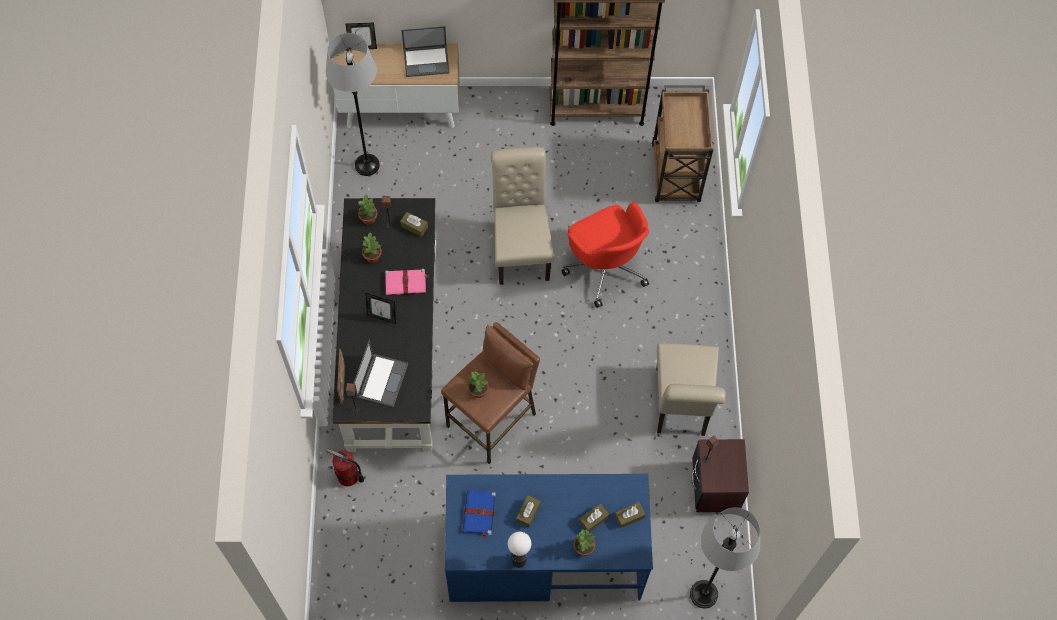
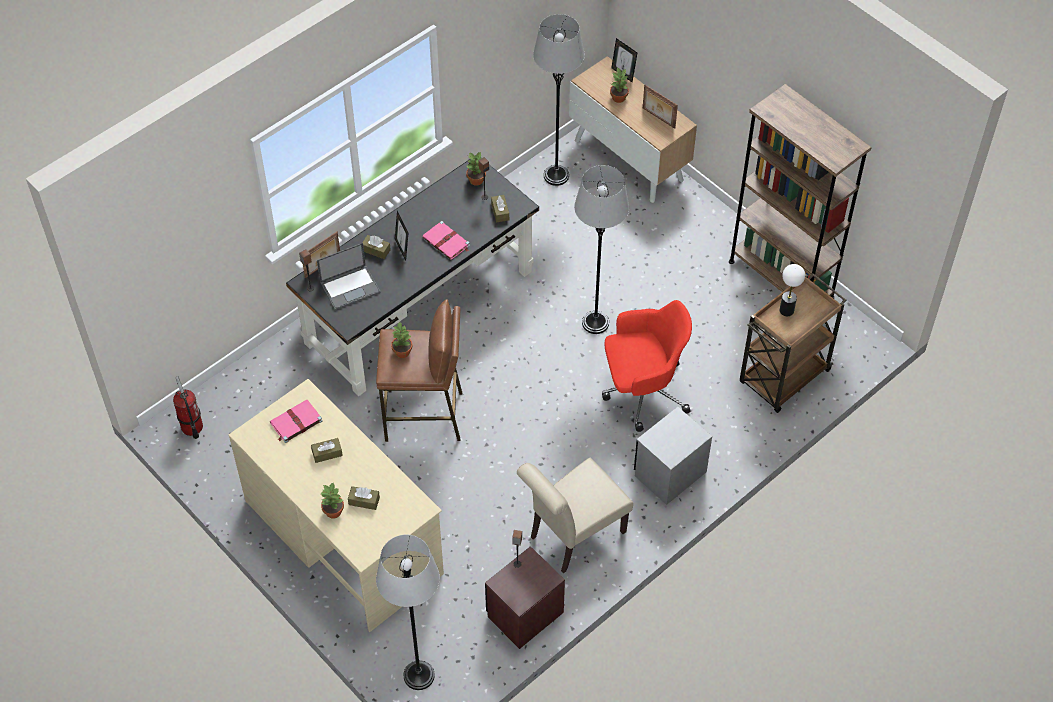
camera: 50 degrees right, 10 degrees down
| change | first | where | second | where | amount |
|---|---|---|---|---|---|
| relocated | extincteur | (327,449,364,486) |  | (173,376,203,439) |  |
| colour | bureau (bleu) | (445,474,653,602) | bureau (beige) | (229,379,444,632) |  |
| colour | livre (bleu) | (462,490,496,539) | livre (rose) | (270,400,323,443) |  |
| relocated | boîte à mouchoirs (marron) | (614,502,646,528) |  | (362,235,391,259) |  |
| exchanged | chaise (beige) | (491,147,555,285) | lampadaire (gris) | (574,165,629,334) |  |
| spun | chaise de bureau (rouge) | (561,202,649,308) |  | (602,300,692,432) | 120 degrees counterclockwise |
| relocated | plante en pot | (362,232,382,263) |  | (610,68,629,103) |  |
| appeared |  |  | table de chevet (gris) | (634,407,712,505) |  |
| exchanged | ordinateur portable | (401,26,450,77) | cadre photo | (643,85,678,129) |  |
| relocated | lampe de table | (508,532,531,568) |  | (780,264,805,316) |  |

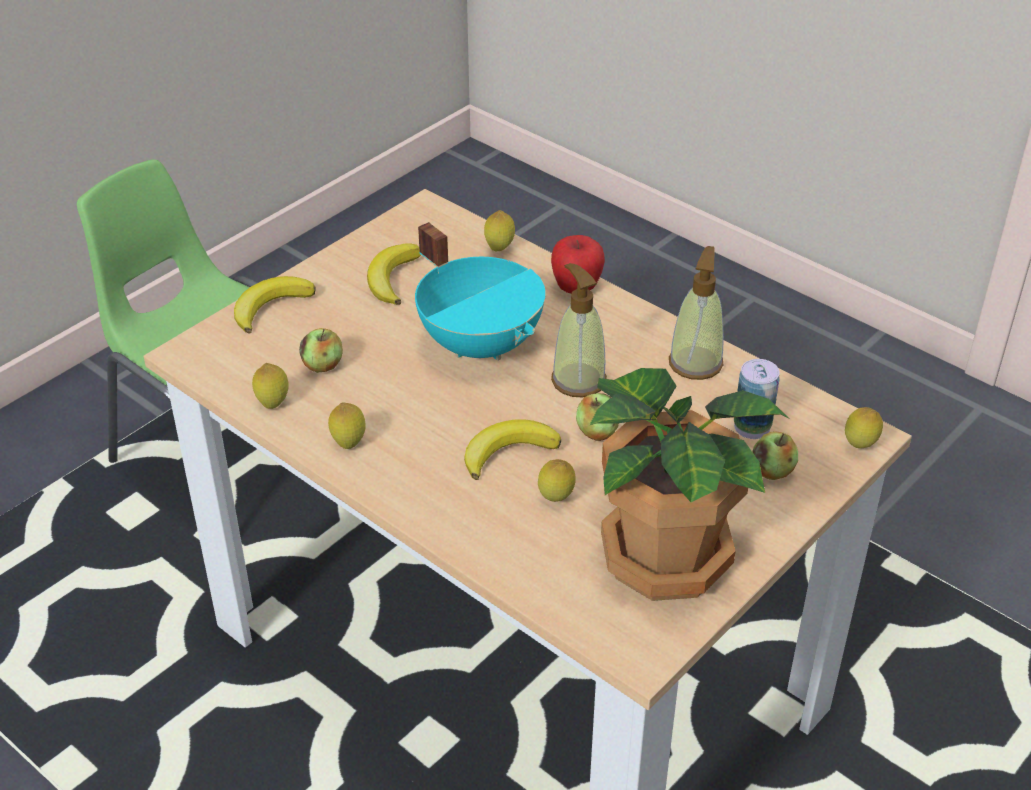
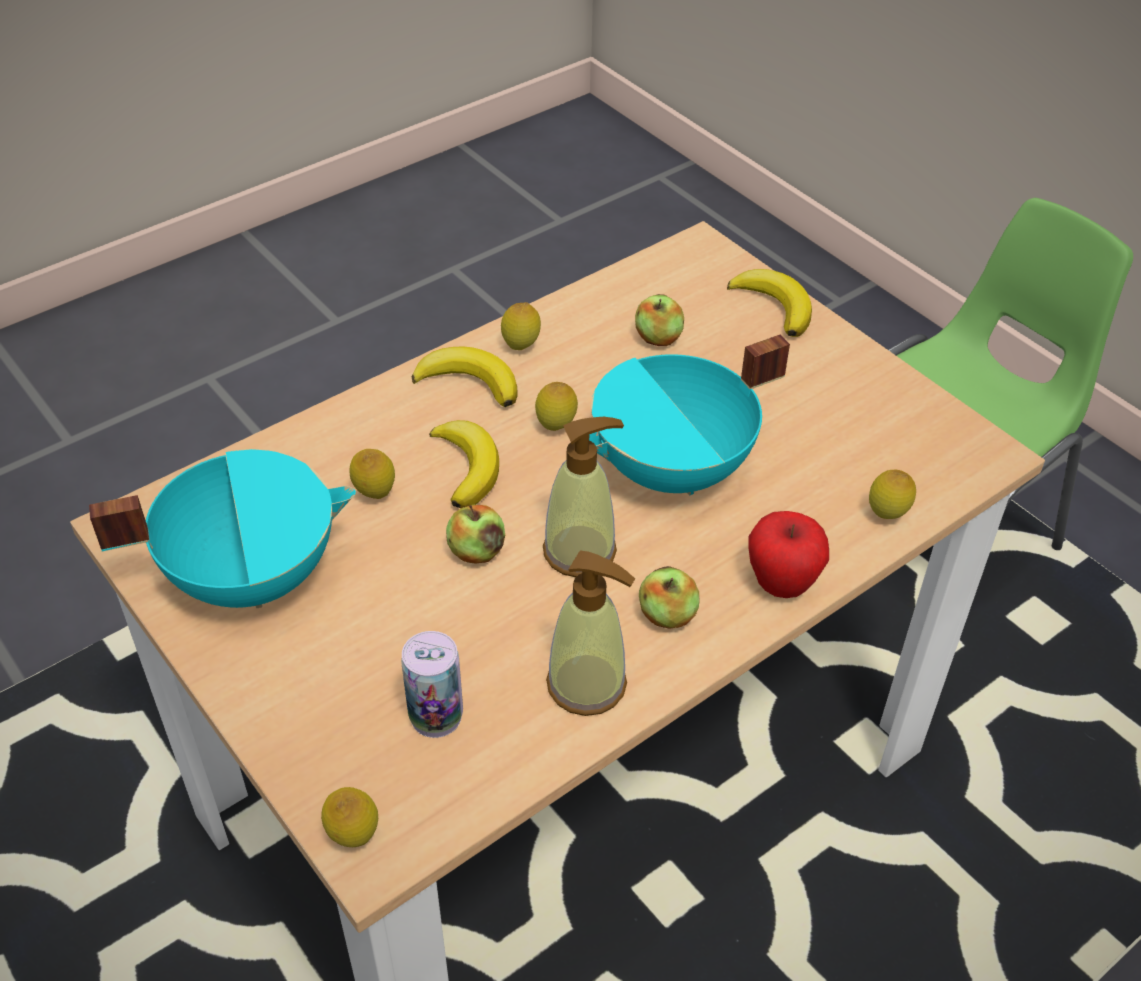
camera: 100 degrees right, 5 degrees up
| change | first | where | second | where | amount |
|---|---|---|---|---|---|
| exchanged | plante en pot | (589,368,791,601) | marmite (turquoise) | (89,449,356,608) |  |
| relocated | banane | (367,243,421,305) |  | (412,346,518,407) |  |
| relocated | citron | (252,363,289,409) |  | (535,382,578,431) |  |
| relocated | pomme | (752,431,798,480) |  | (639,566,699,629) |  |

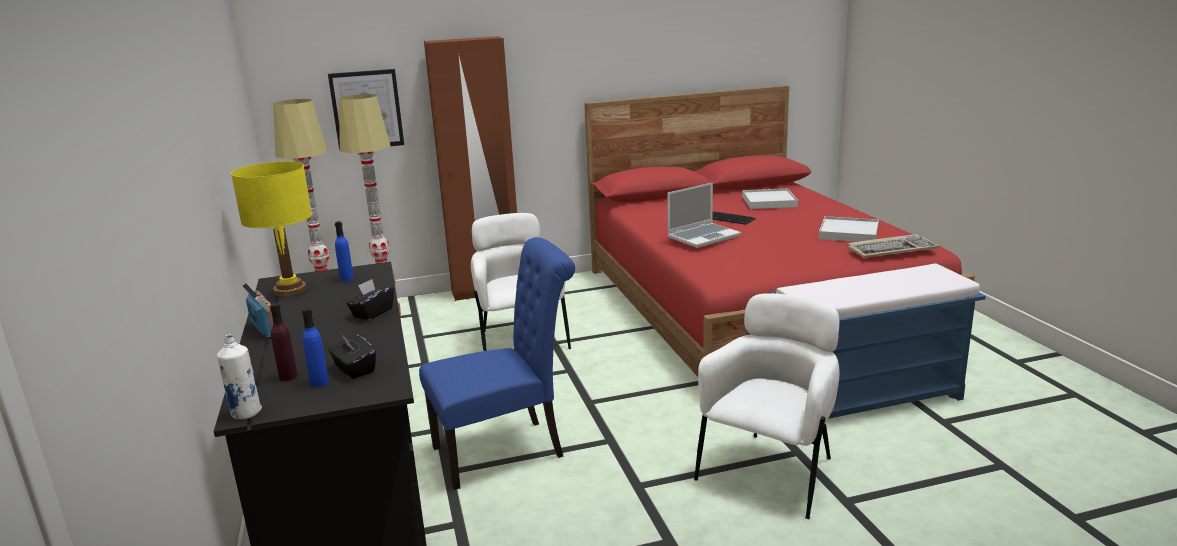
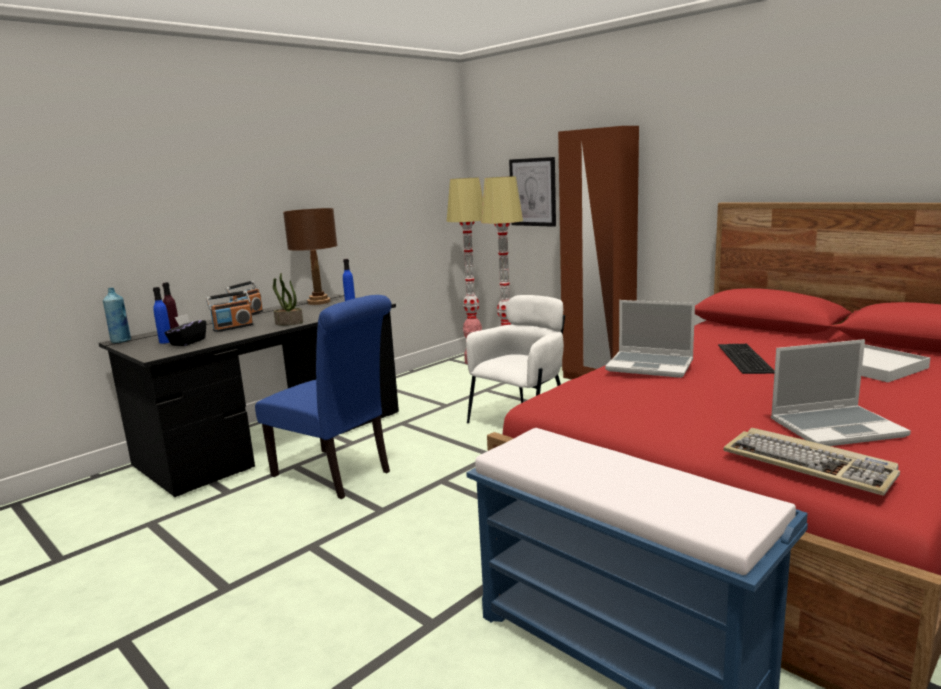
camera: 60 degrees right, 5 degrees down
| change | first | where | second | where | amount |
|---|---|---|---|---|---|
| colour | bouteille (blanc) | (217,334,262,419) | bouteille (bleu) | (103,288,131,343) |  |
| appeared |  |  | radio | (206,291,254,332) |  |
| exchanged | boîte à mouchoirs (noir) | (347,279,394,320) | plante en pot | (273,273,303,325) |  |
| colour | lampe de table (jaune) | (231,161,312,296) | lampe de table (marron) | (283,208,337,305) |  |
| exchanged | plateau (blanc) | (819,216,879,242) | ordinateur portable | (771,339,911,446) |  |
| missing | fauteuil (blanc) | (694,293,840,519) |  |  |  |

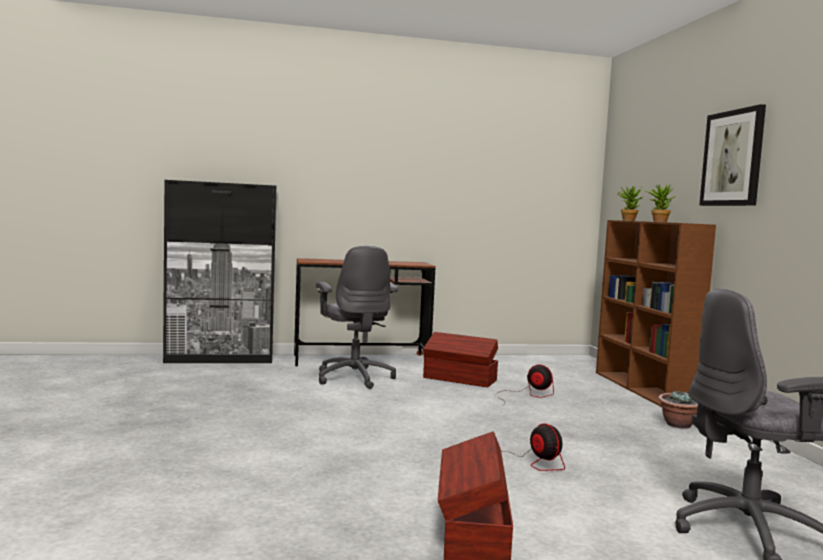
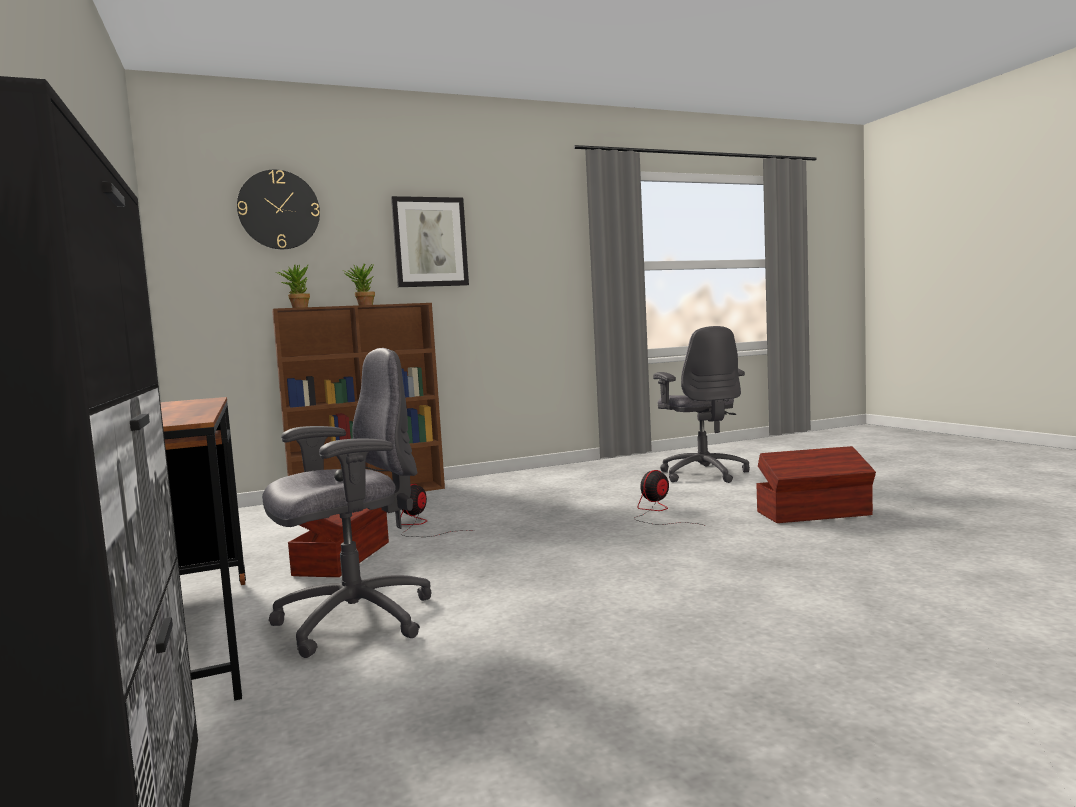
camera: 100 degrees left, 0 degrees up
| change | first | where | second | where | amount |
|---|---|---|---|---|---|
| appeared |  |  | horloge murale | (237,170,320,249) |  |
| missing | plante en pot | (658,391,698,429) |  |  |  |

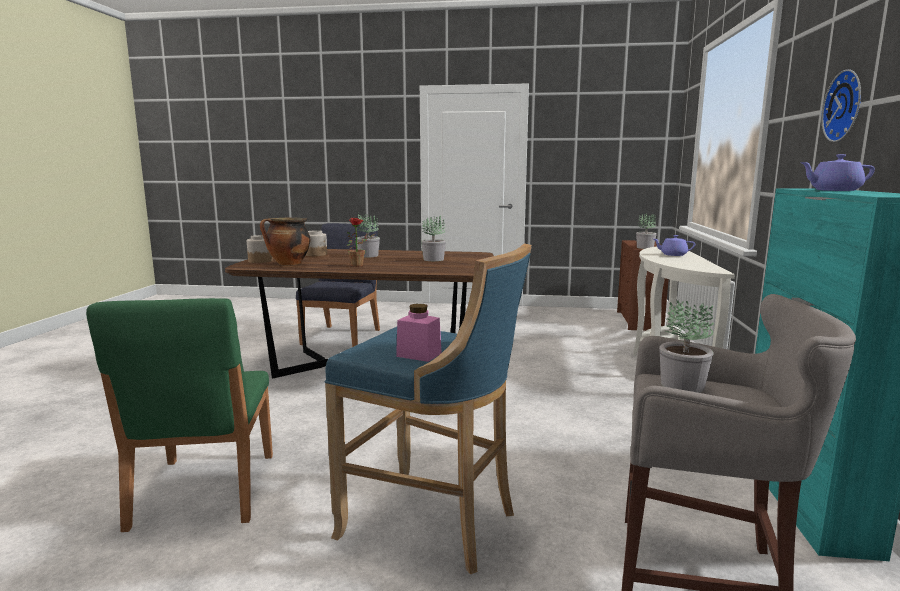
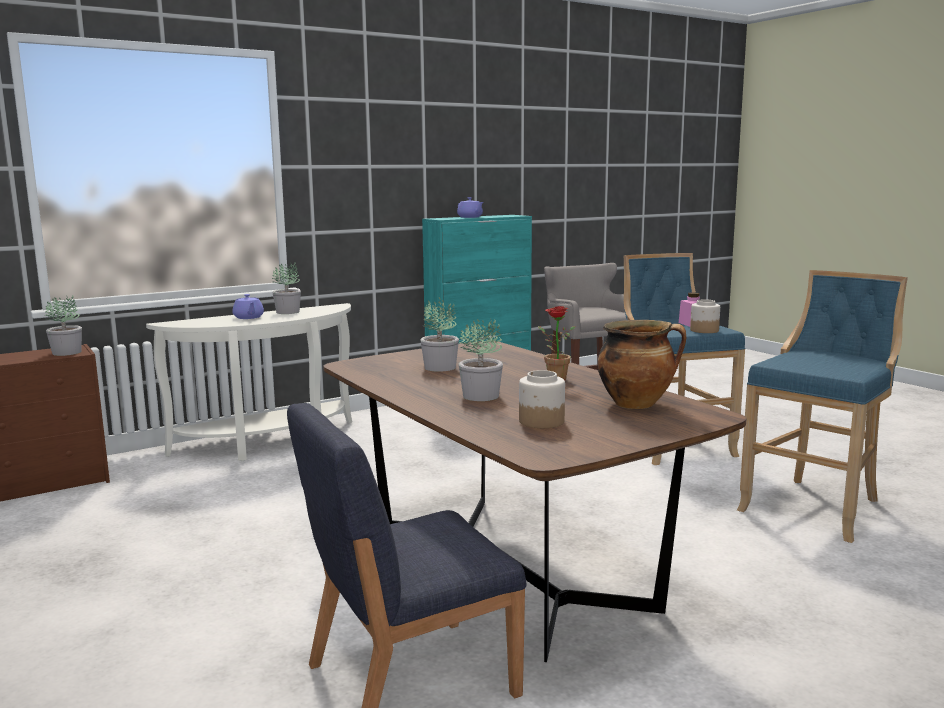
camera: 130 degrees left, 0 degrees up
| change | first | where | second | where | amount |
|---|---|---|---|---|---|
| relocated | plante en pot | (659,300,714,393) |  | (272,262,301,314) |  |
| relocated | bocal | (247,235,273,263) |  | (690,299,720,333) |  |
| exchanged | chaise (vert) | (86,298,273,532) | tabouret (bleu) | (737,270,908,543) |  |
| missing | horloge murale | (821,69,861,142) |  |  |  |

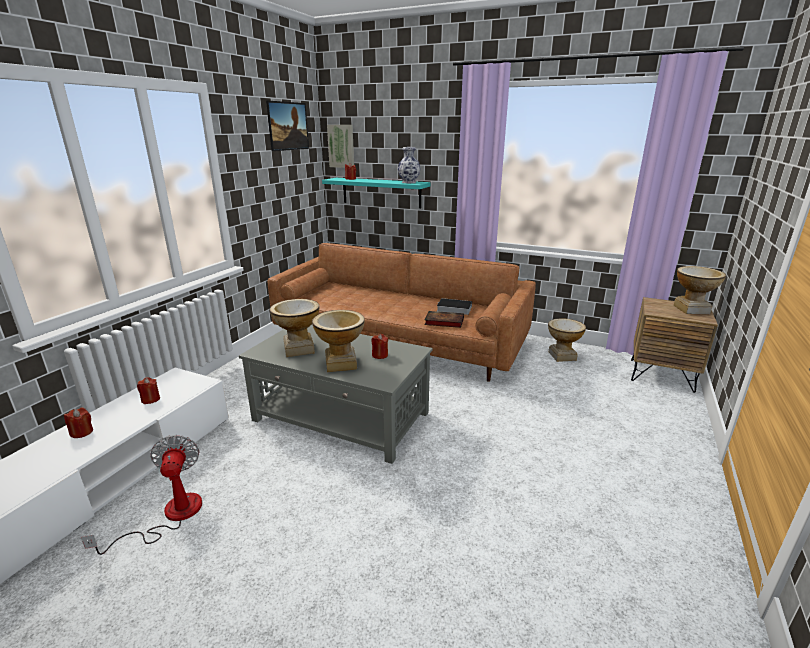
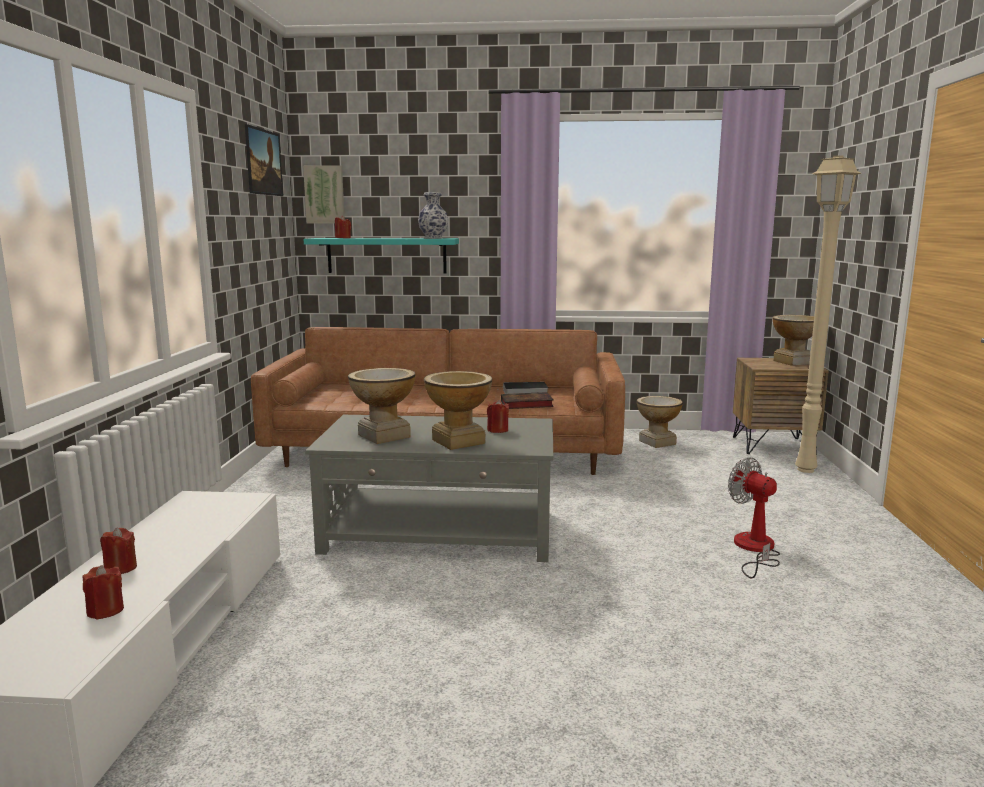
camera: 20 degrees left, 10 degrees down
| change | first | where | second | where | amount |
|---|---|---|---|---|---|
| relocated | bougie (rouge) | (137,377,160,404) |  | (83,565,124,619) |  |
| relocated | ventilateur | (81,435,202,555) |  | (728,457,780,578) |  |
| appeared |  |  | lampadaire (beige) | (795,155,861,473) |  |

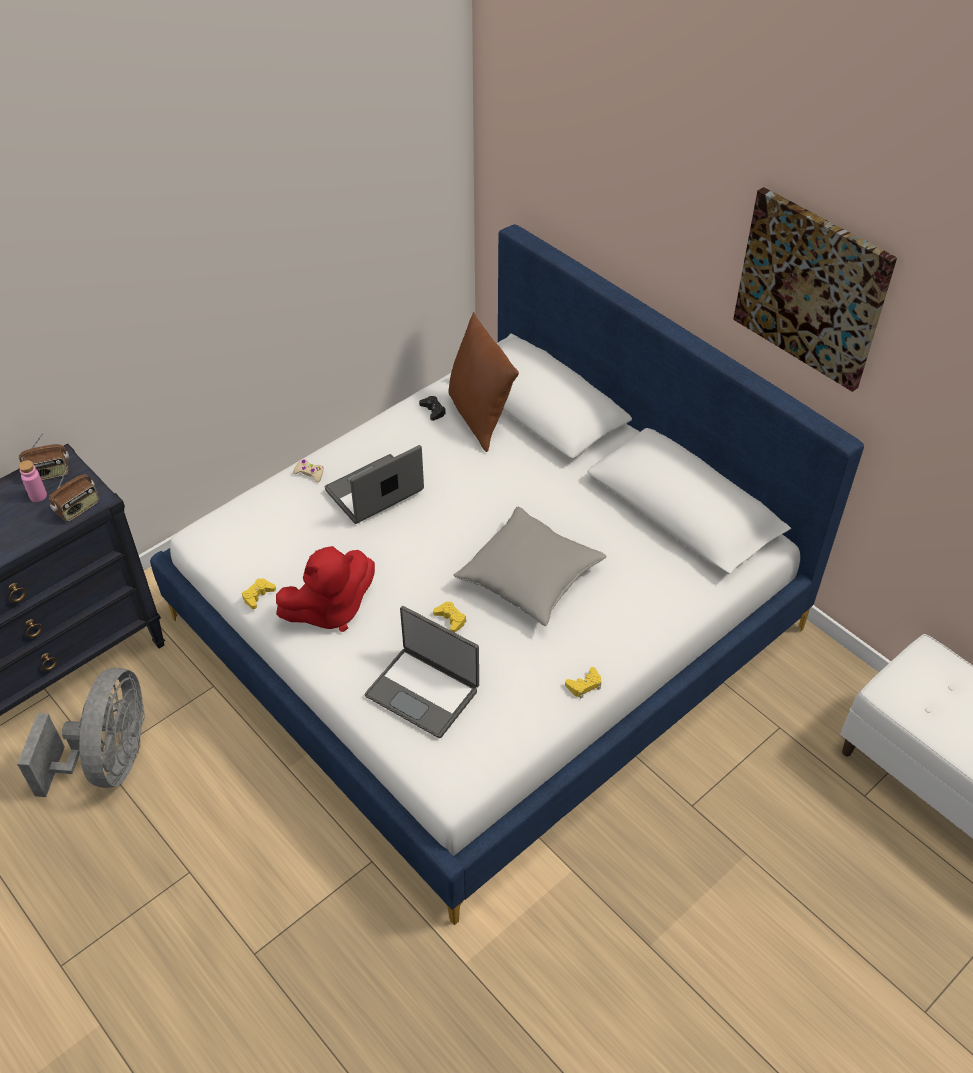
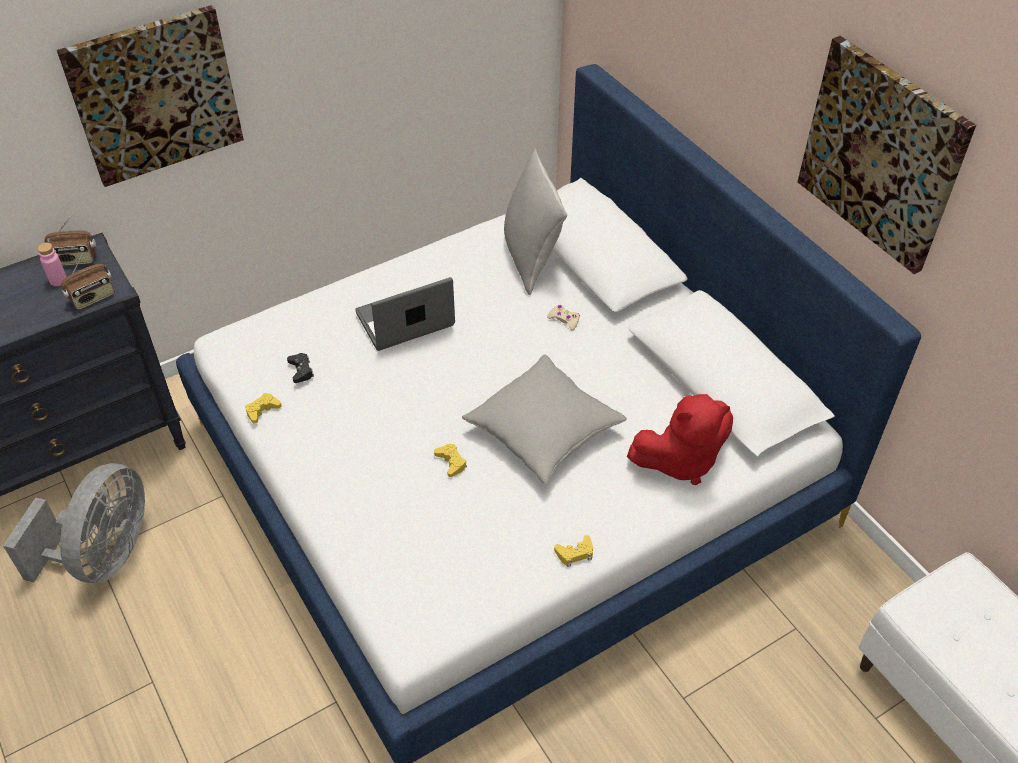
camera: 10 degrees right, 0 degrees up
| change | first | where | second | where | amount |
|---|---|---|---|---|---|
| appeared |  |  | tableau | (57,5,244,187) |  |
| relocated | manette (noir) | (419,396,446,421) |  | (287,353,314,383) |  |
| colour | coussin (marron) | (448,312,519,452) | coussin (gris) | (504,149,567,295) |  |
| relocated | manette (beige) | (293,459,323,482) |  | (547,304,580,331) |  |
| relocated | peluche (rouge) | (276,546,375,632) |  | (627,394,733,485) |  |
| missing | ordinateur portable | (365,606,479,738) |  |  |  |

